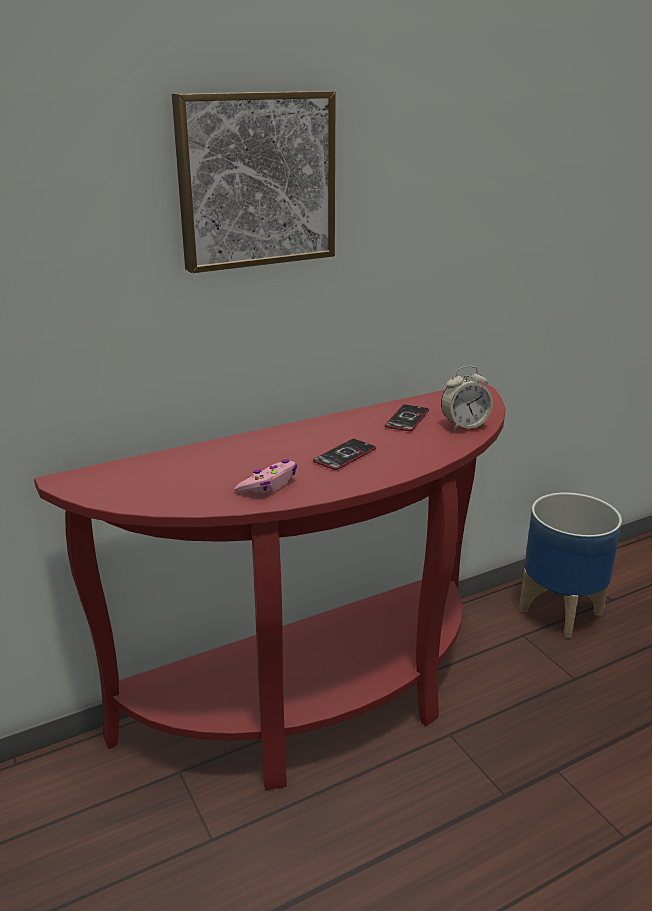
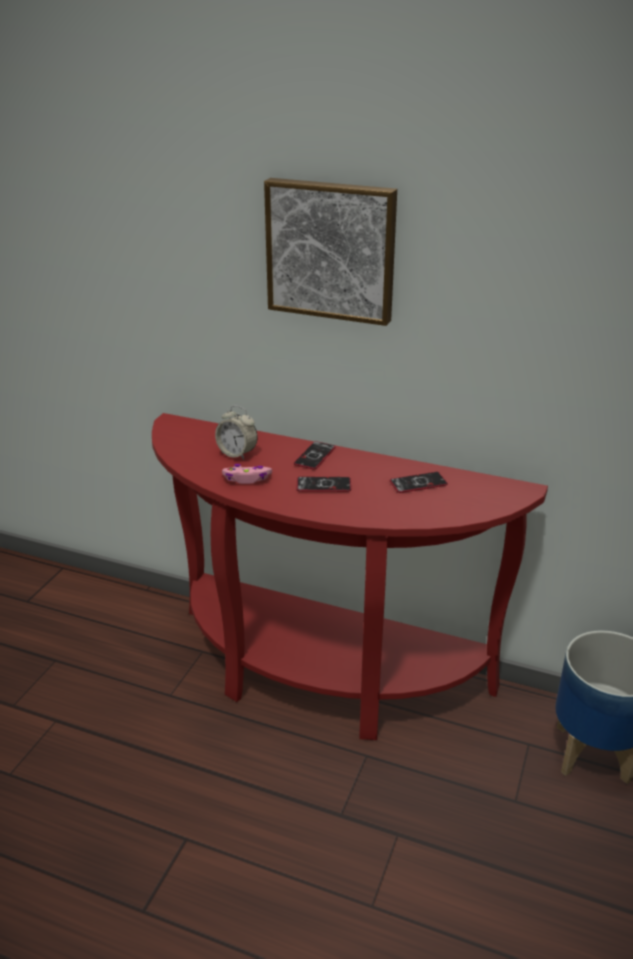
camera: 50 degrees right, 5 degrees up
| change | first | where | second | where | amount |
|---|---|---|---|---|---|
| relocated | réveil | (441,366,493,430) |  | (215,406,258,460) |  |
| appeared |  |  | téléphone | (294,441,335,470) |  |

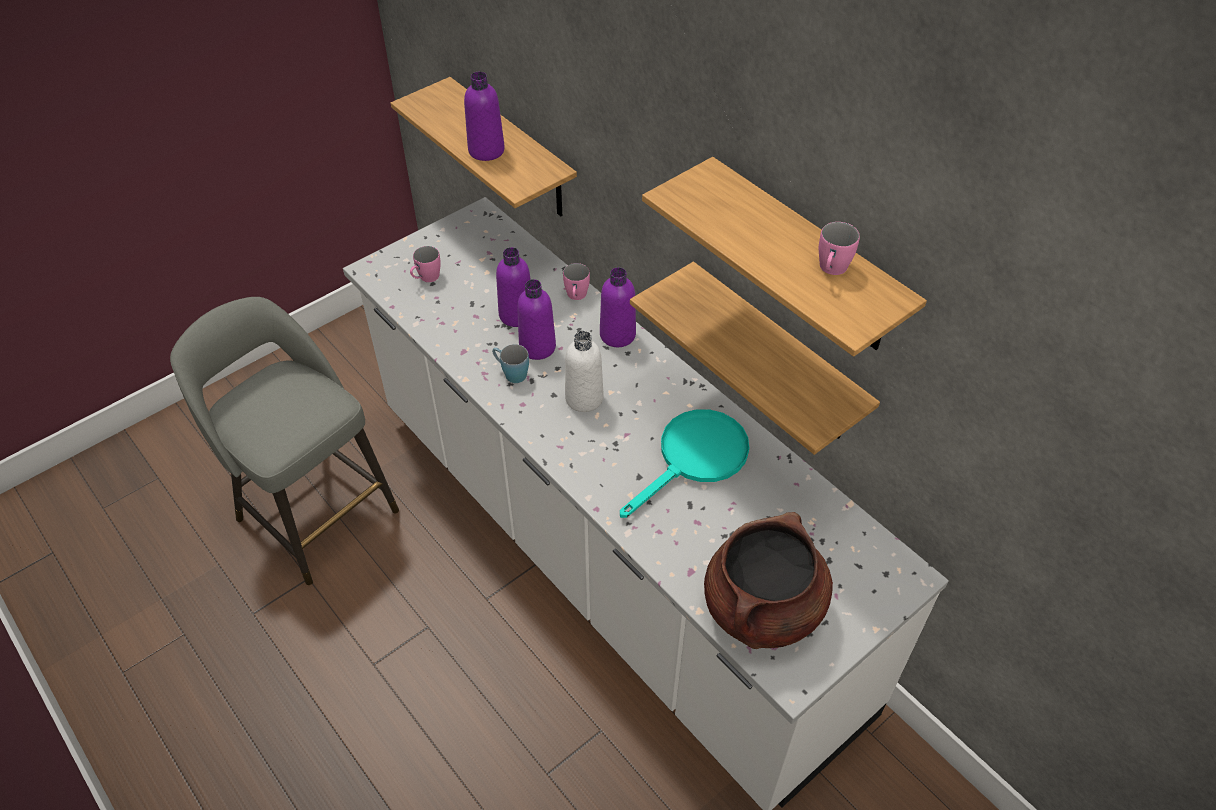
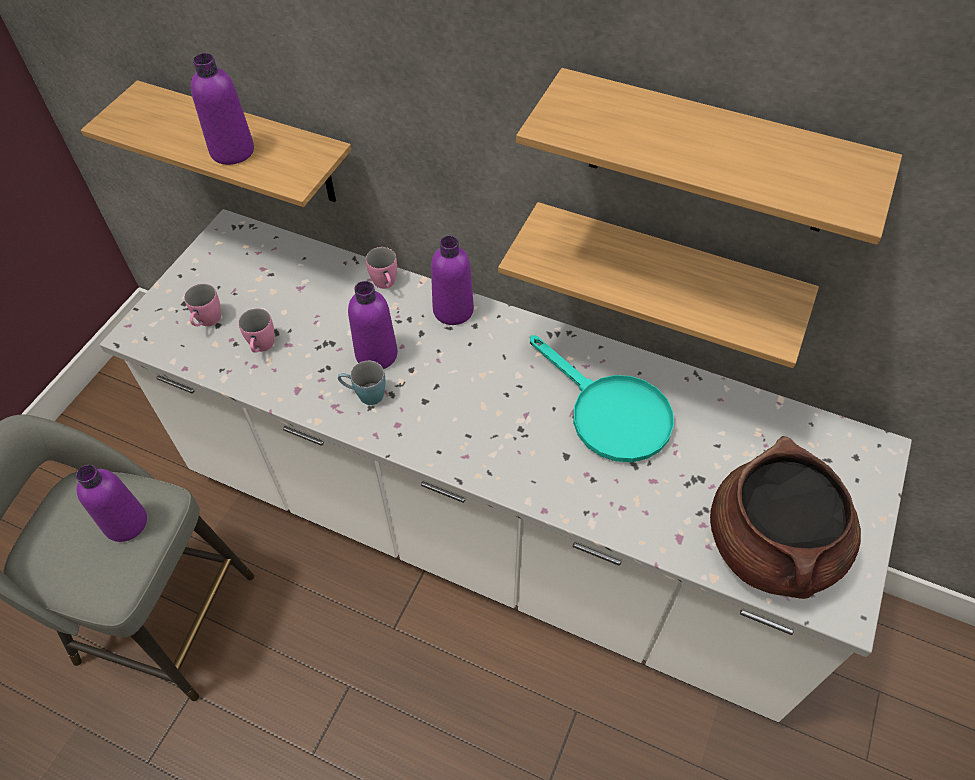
camera: 25 degrees left, 5 degrees up
| change | first | where | second | where | amount |
|---|---|---|---|---|---|
| relocated | bouteille (violet) | (496,247,531,327) |  | (76,465,147,542) |  |
| relocated | mug (rose) | (819,222,860,275) |  | (238,308,274,353) |  |
| spun | poêle (turquoise) | (620,409,749,518) |  | (530,335,674,462) | 120 degrees clockwise |
| missing | bouteille (blanc) | (565,331,604,412) |  |  |  |

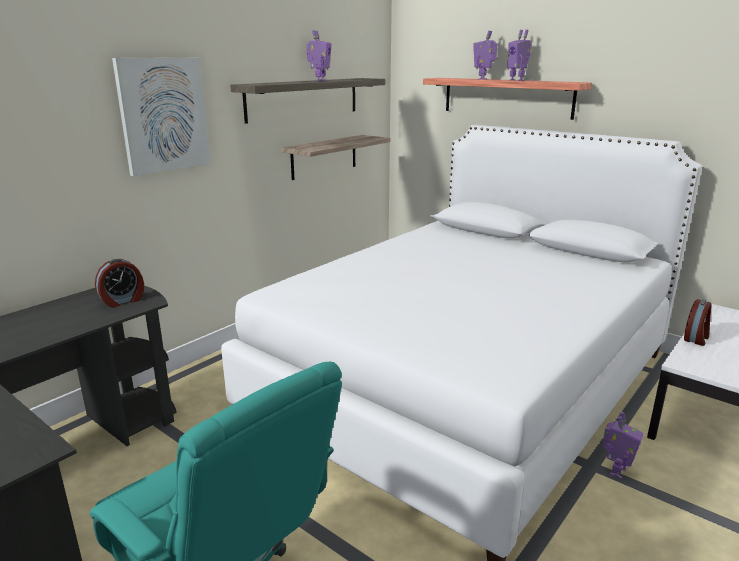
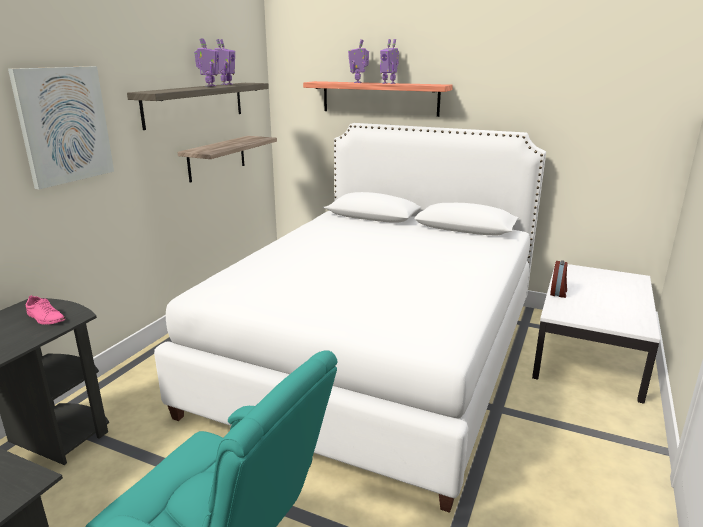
camera: 15 degrees left, 0 degrees up
| change | first | where | second | where | amount |
|---|---|---|---|---|---|
| exchanged | réveil | (95,259,144,308) | chaussure (rose) | (26,295,65,324) |  |
| relocated | robot jouet | (603,412,643,479) |  | (214,39,235,85) |  |

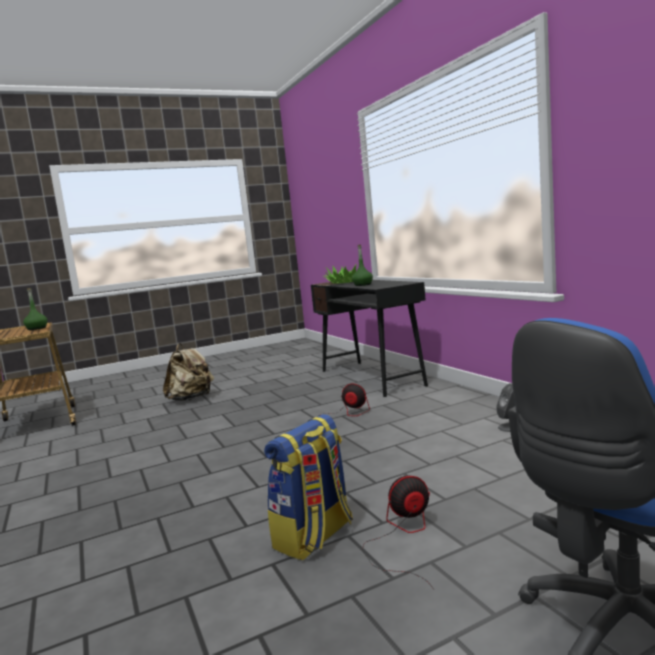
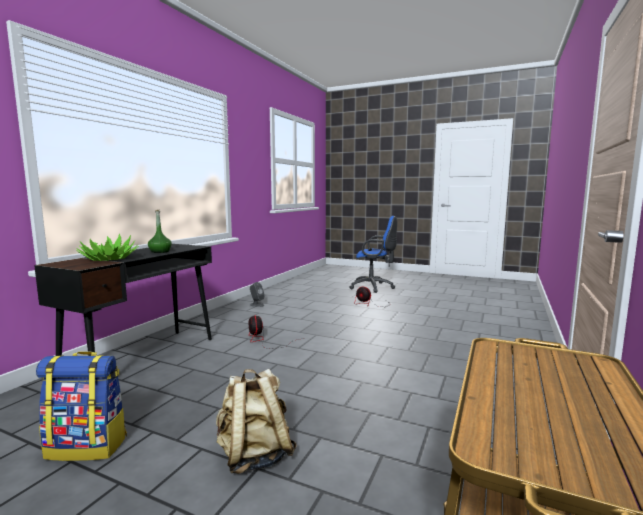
camera: 130 degrees left, 0 degrees up
| change | first | where | second | where | amount |
|---|---|---|---|---|---|
| relocated | sac à dos | (264,414,353,561) |  | (36,351,127,461) |  |
| missing | bouteille (vert) | (23,288,47,330) |  |  |  |

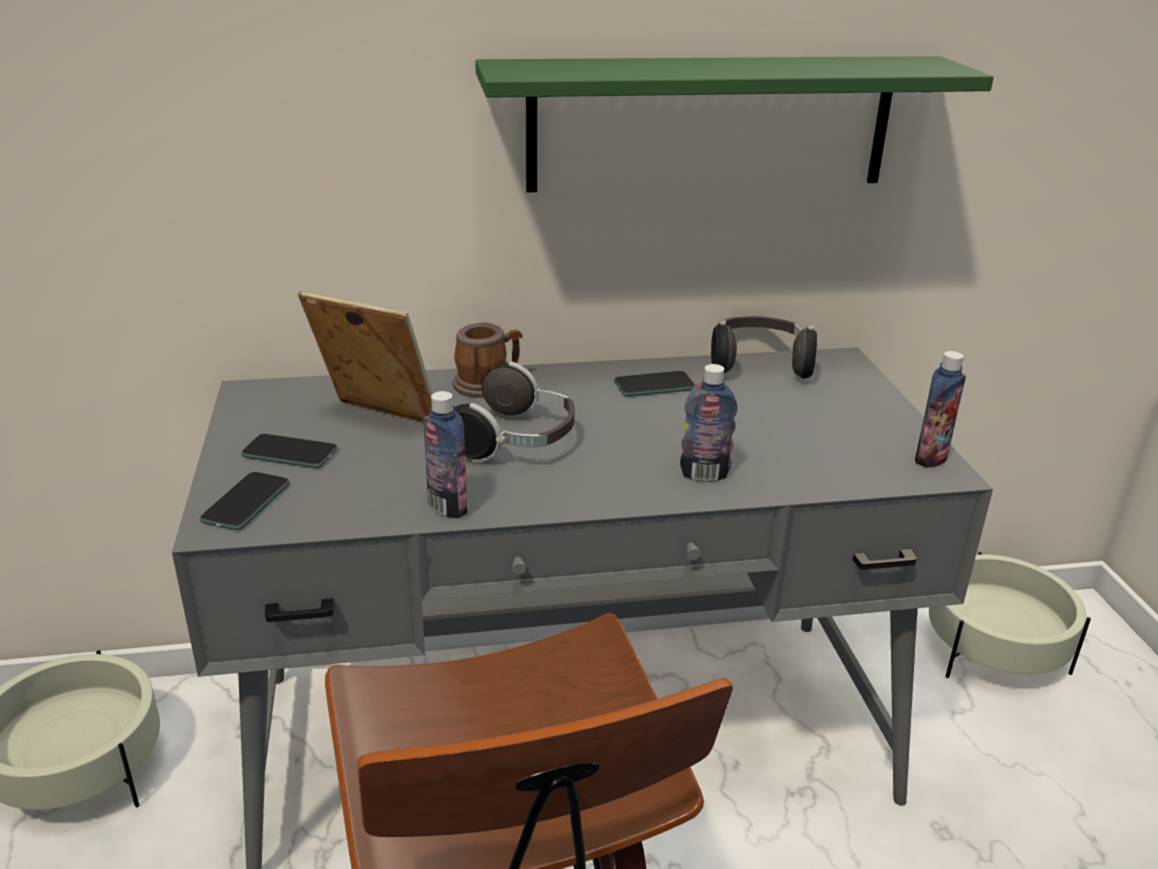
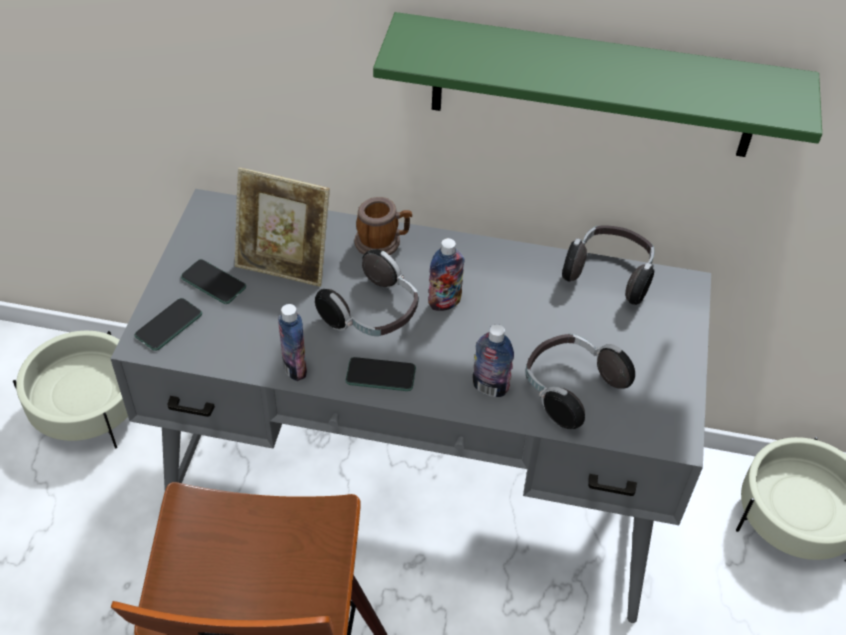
camera: 20 degrees right, 20 degrees up
| change | first | where | second | where | amount |
|---|---|---|---|---|---|
| spun | cadre photo | (298,292,433,422) |  | (235,168,330,287) | 150 degrees clockwise |
| relocated | téléphone | (614,371,695,397) |  | (345,357,416,391) |  |
| relocated | bouteille | (915,351,966,468) |  | (428,238,464,311) |  |
| appeared |  |  | casque audio | (525,334,635,429) |  |

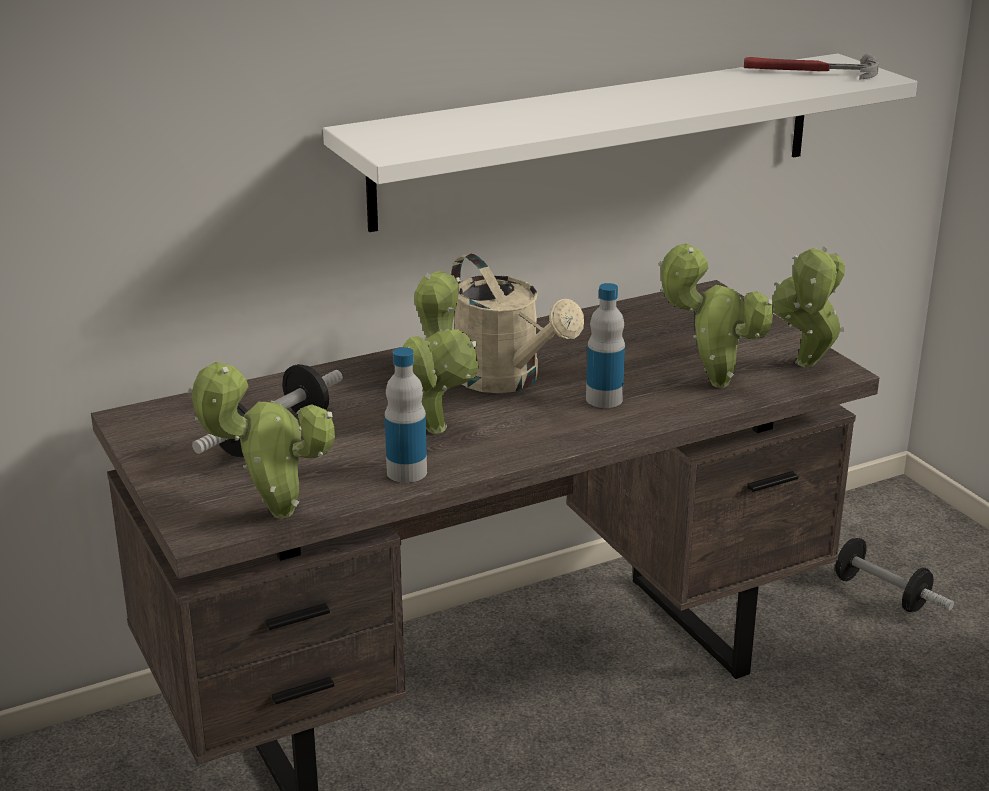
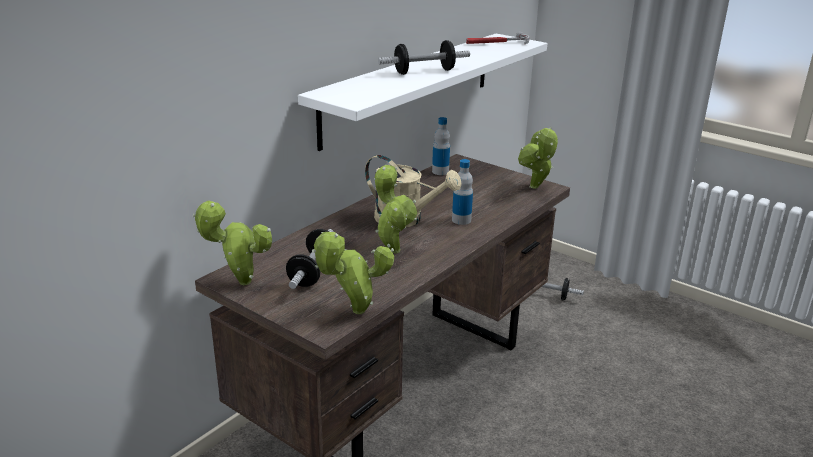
camera: 25 degrees left, 0 degrees up
| change | first | where | second | where | amount |
|---|---|---|---|---|---|
| relocated | plante en pot | (658,244,773,388) |  | (193,200,272,285) |  |
| appeared |  |  | haltère | (378,40,470,75) |  |
| relocated | bouteille | (385,347,427,483) |  | (432,117,450,175) |  |

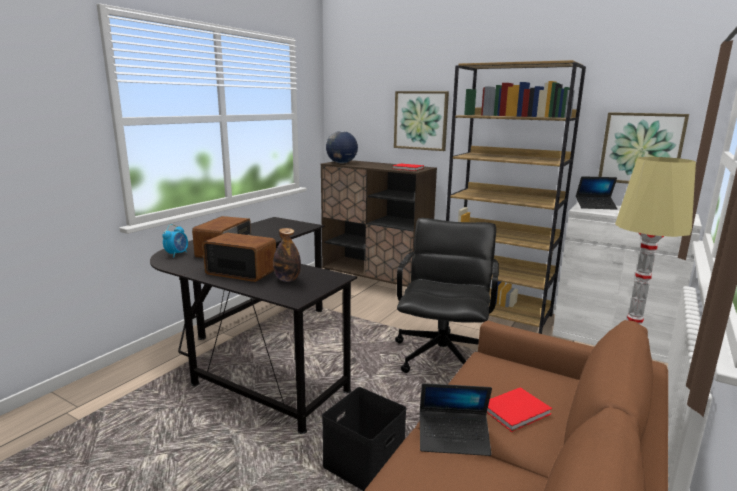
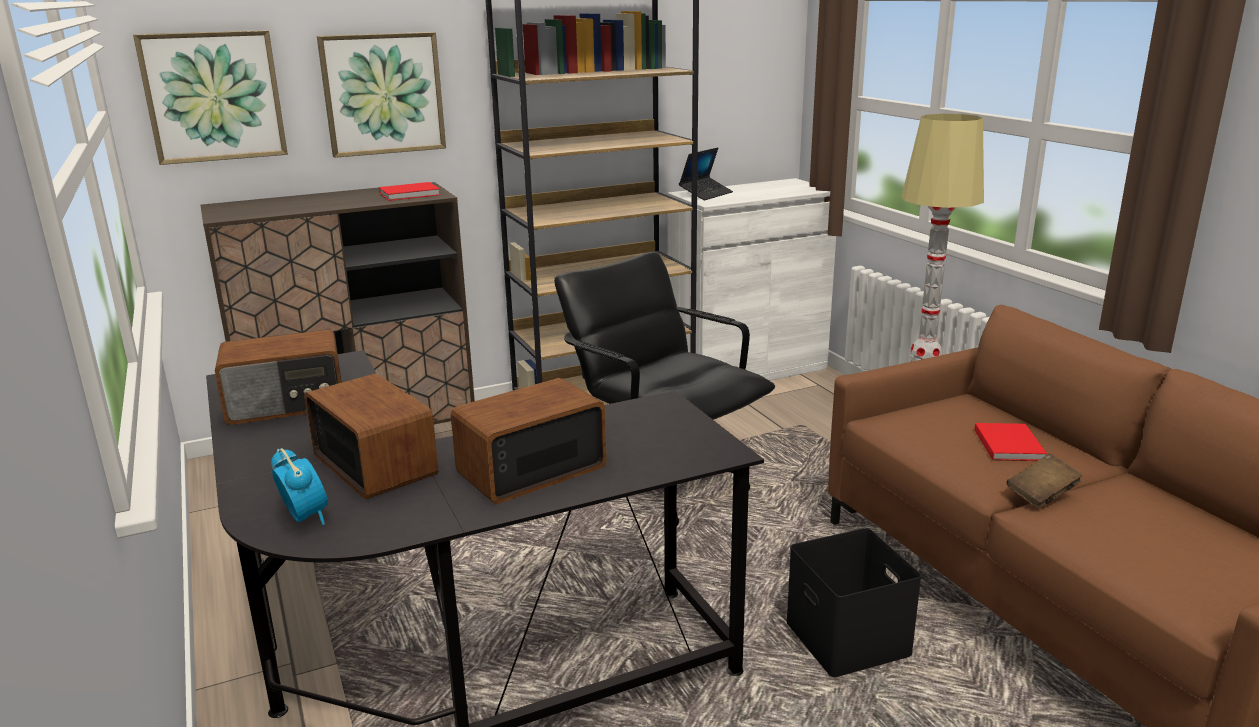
camera: 55 degrees left, 5 degrees up
| change | first | where | second | where | amount |
|---|---|---|---|---|---|
| relocated | tableau | (598,112,689,184) |  | (133,30,288,165) |  |
| appeared |  |  | radio | (215,330,342,425) |  |
| exchanged | ordinateur portable | (420,383,492,456) | livre (marron) | (1007,453,1083,509) |  |
| missing | bouteille | (273,228,301,282) |  |  |  |
| missing | globe | (326,131,358,163) |  |  |  |

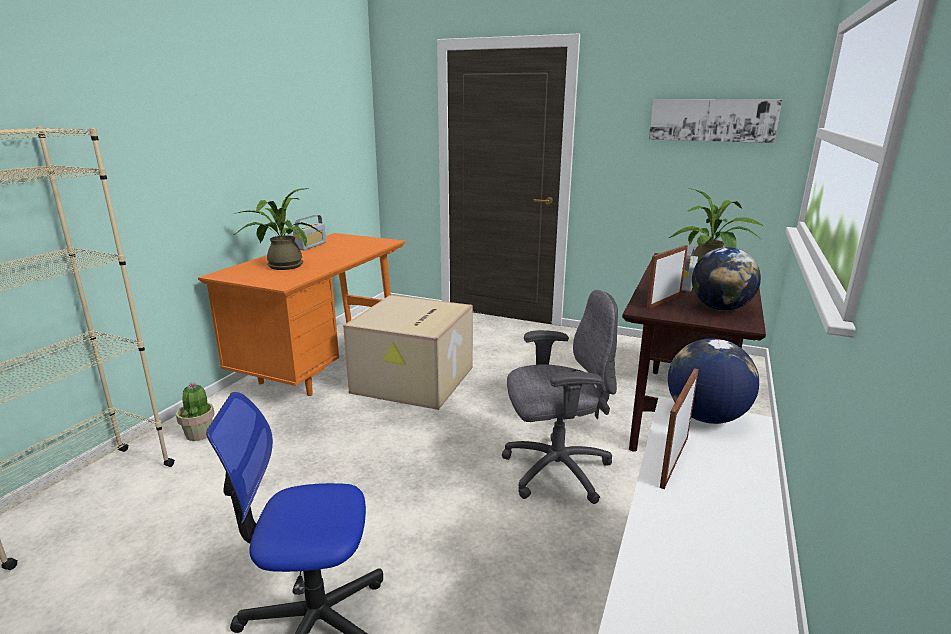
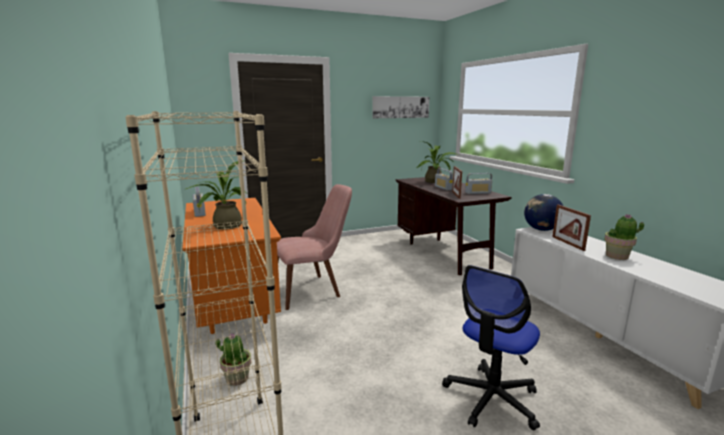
camera: 45 degrees left, 5 degrees down
| change | first | where | second | where | amount |
|---|---|---|---|---|---|
| exchanged | carton | (343,295,473,410) | chaise (rose) | (277,184,352,310) |  |
| exchanged | globe | (692,247,761,311) | radio | (465,173,492,194) |  |
| appeared |  |  | plante en pot | (604,215,644,260) |  |
| missing | chaise de bureau (gris) | (502,290,618,504) |  |  |  |

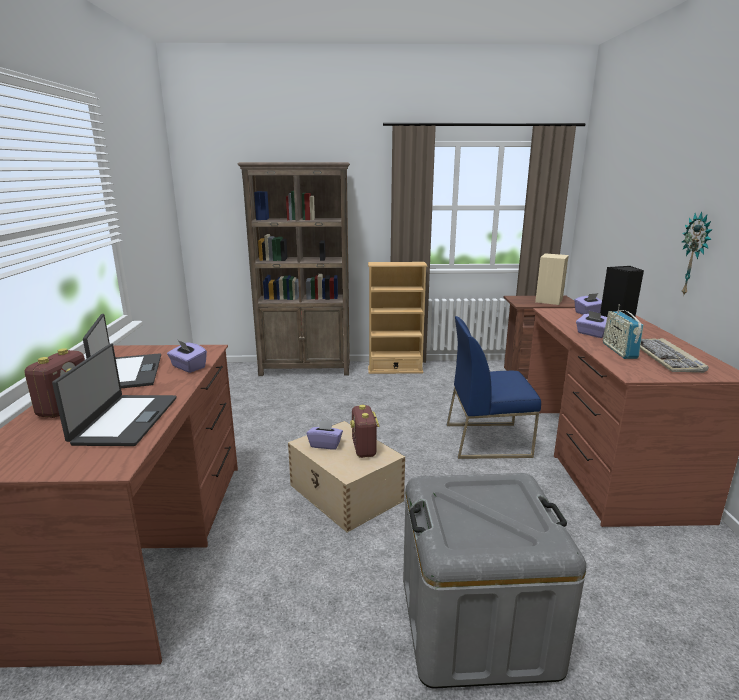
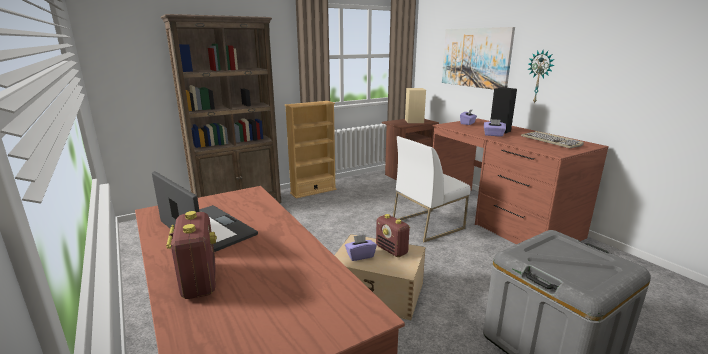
camera: 30 degrees left, 0 degrees up
| change | first | where | second | where | amount |
|---|---|---|---|---|---|
| colour | chaise (bleu) | (447,316,541,459) | chaise (blanc) | (393,136,470,242) |  |
| appeared |  |  | tableau | (442,27,515,90) |  |
| missing | ordinateur portable | (52,344,176,446) |  |  |  |
| missing | boîte à mouchoirs (violet) | (167,340,207,373) |  |  |  |
| missing | radio | (603,304,643,359) |  |  |  |

